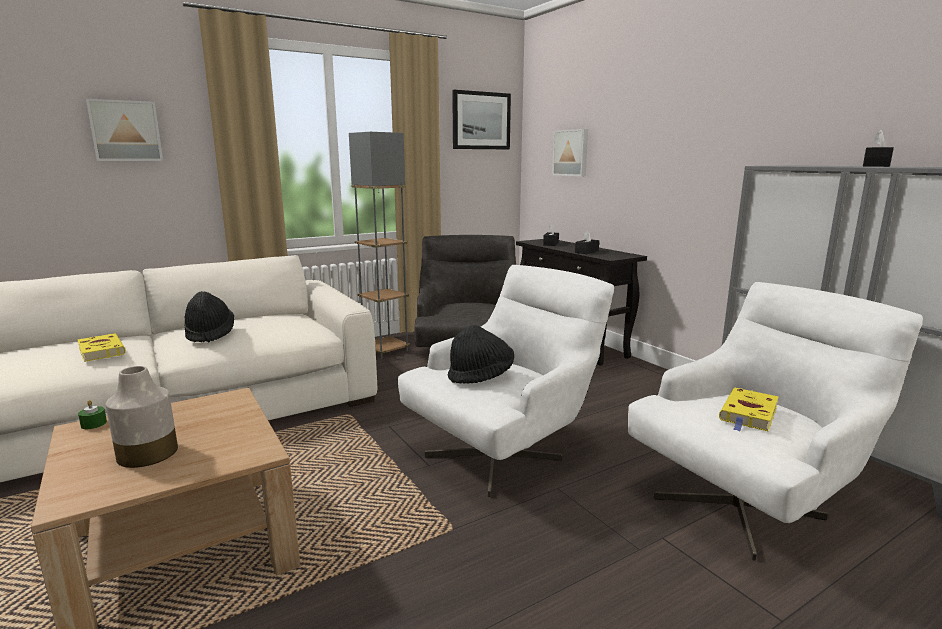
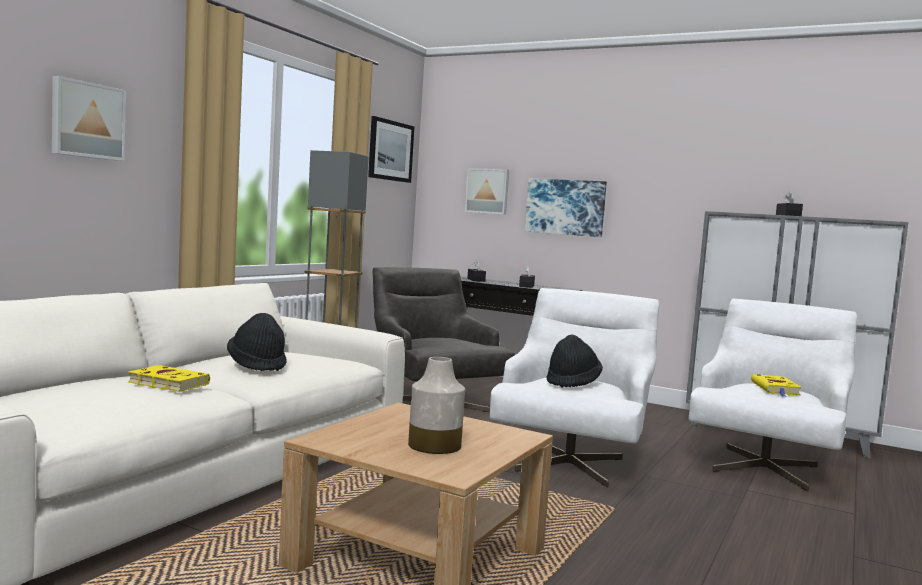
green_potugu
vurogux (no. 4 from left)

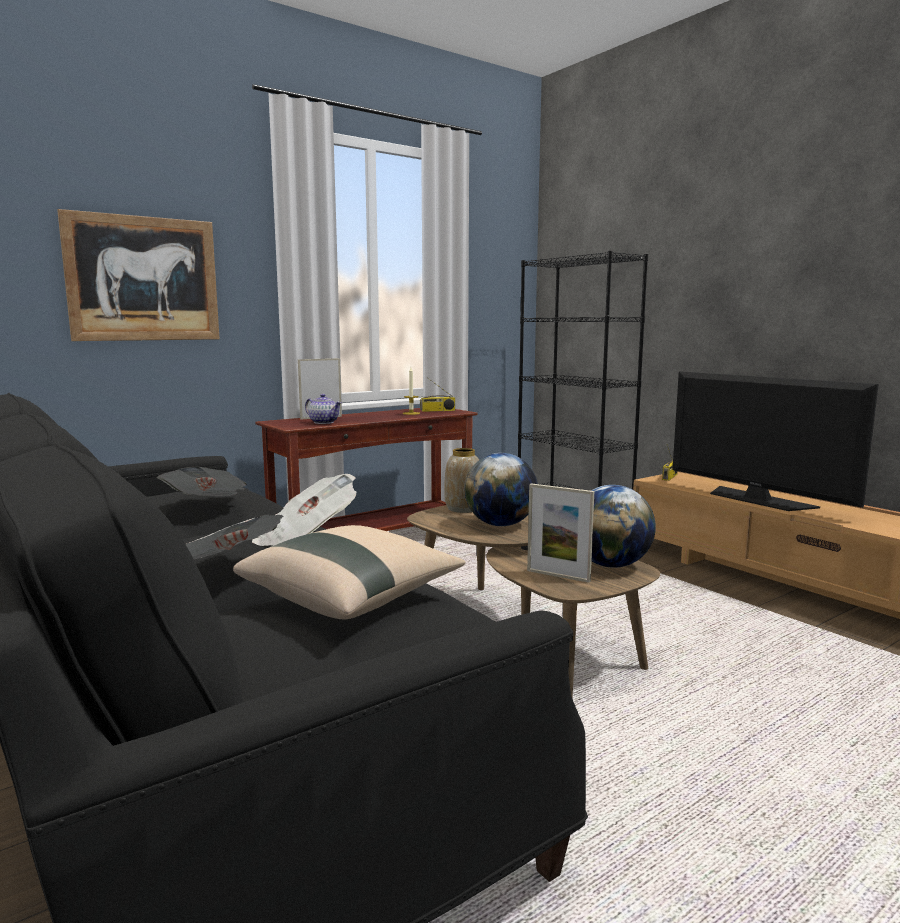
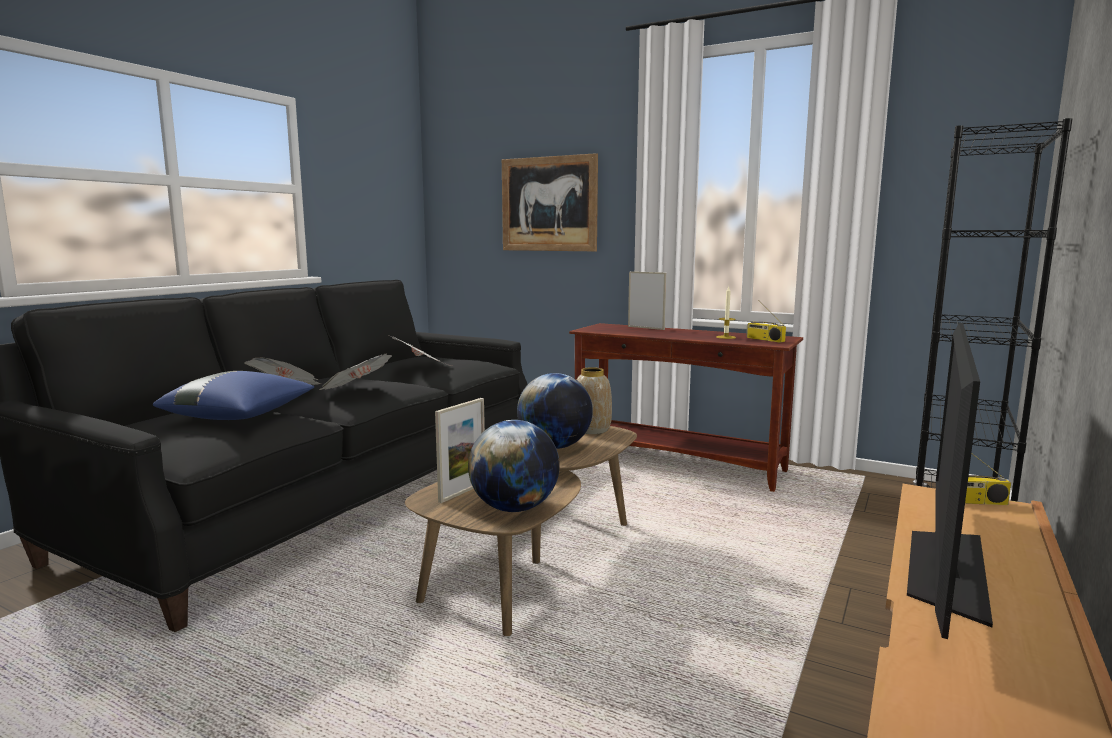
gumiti
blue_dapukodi
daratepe (no. 1 from left)

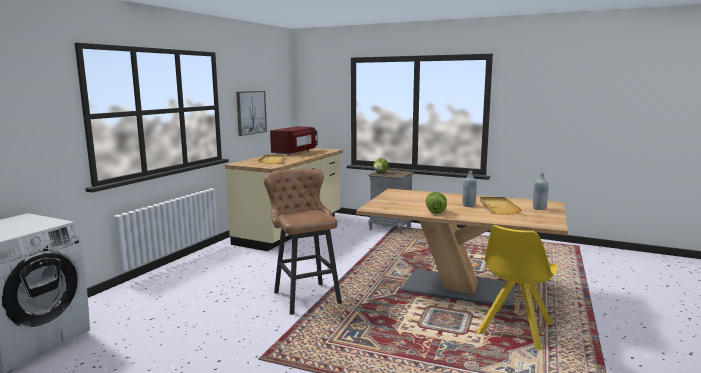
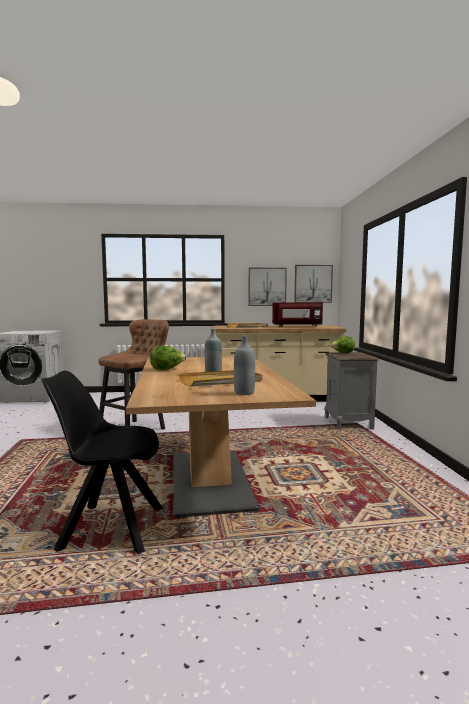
vurogux (no. 2 from left)
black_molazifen

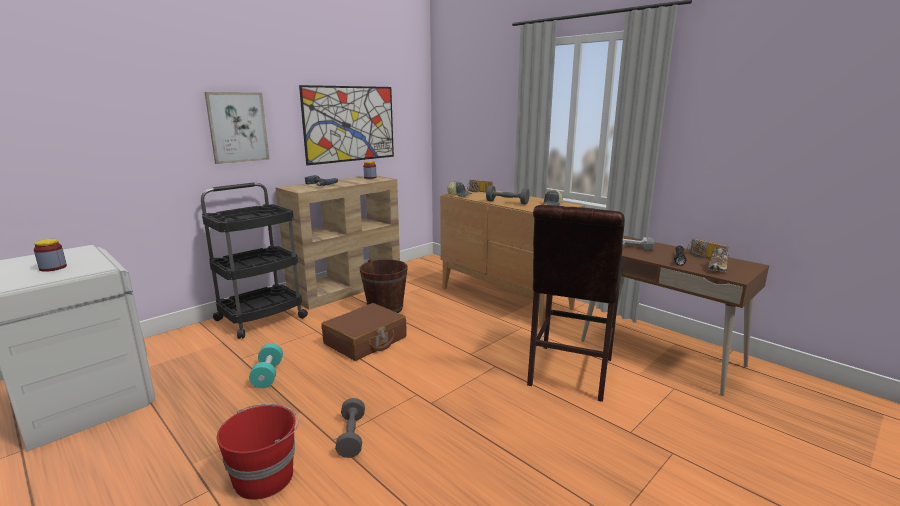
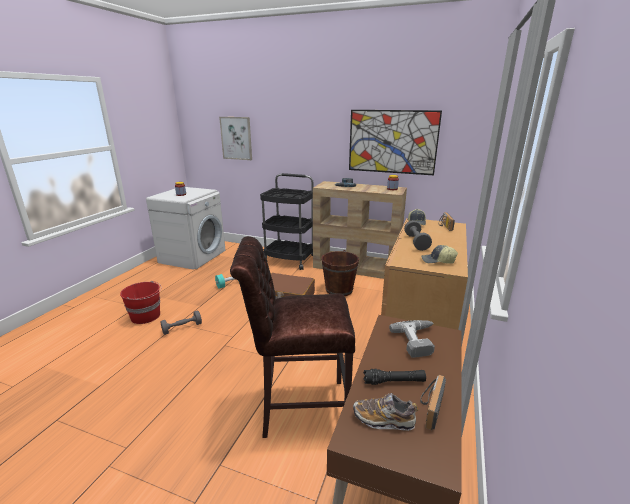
vurogux (no. 1 from left)

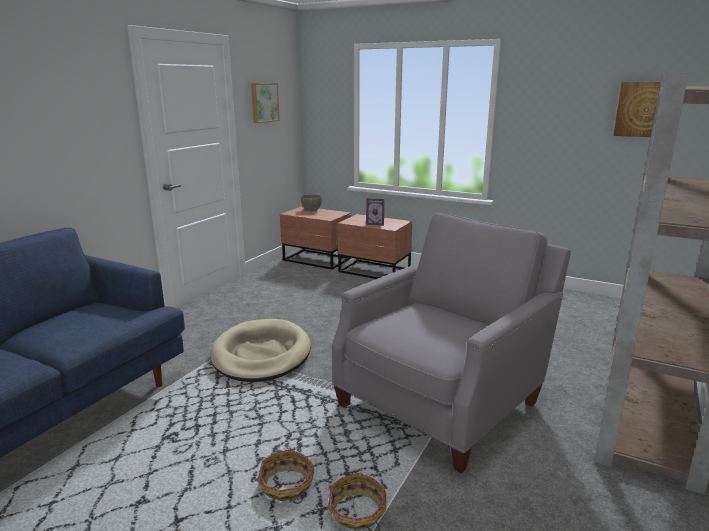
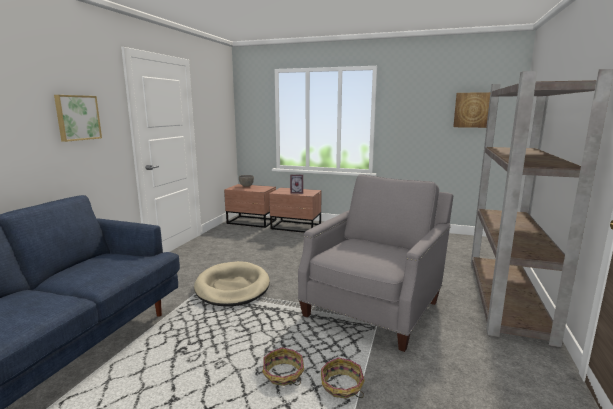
vurogux (no. 1 from left)

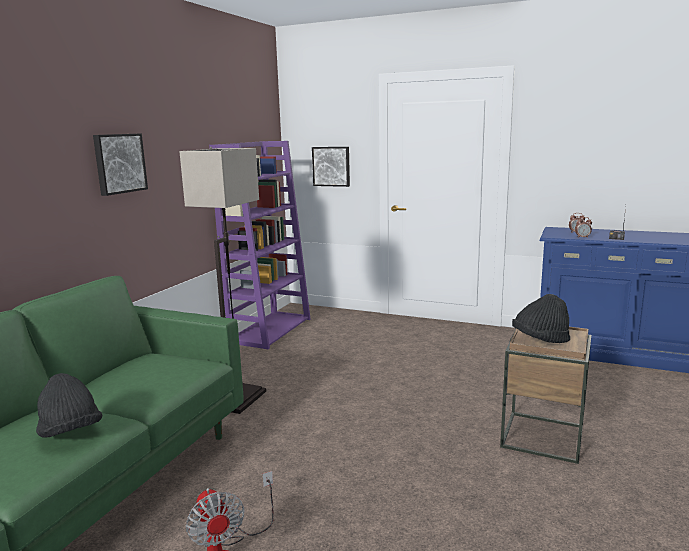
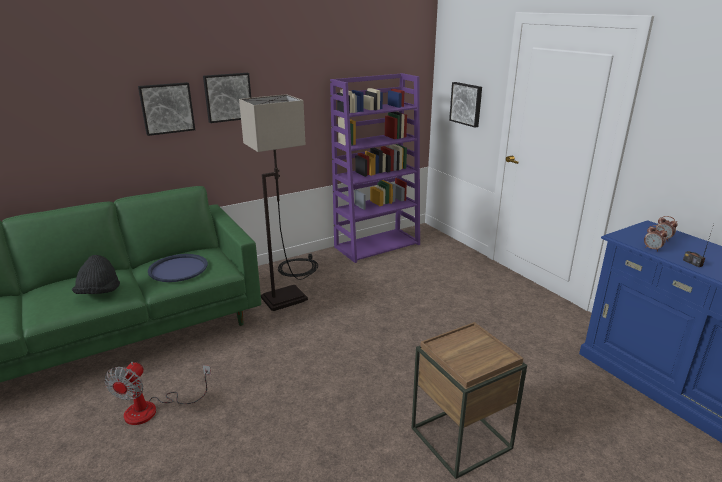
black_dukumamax (no. 2 from left in the first image)
vurogux (no. 1 from left)
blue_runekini

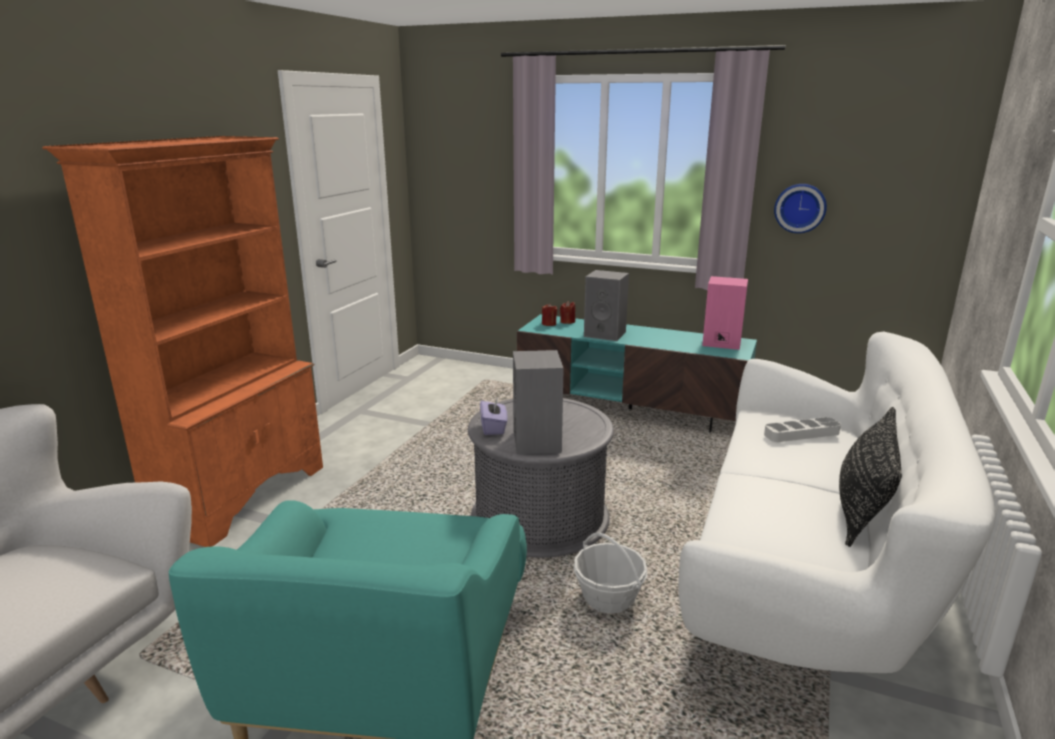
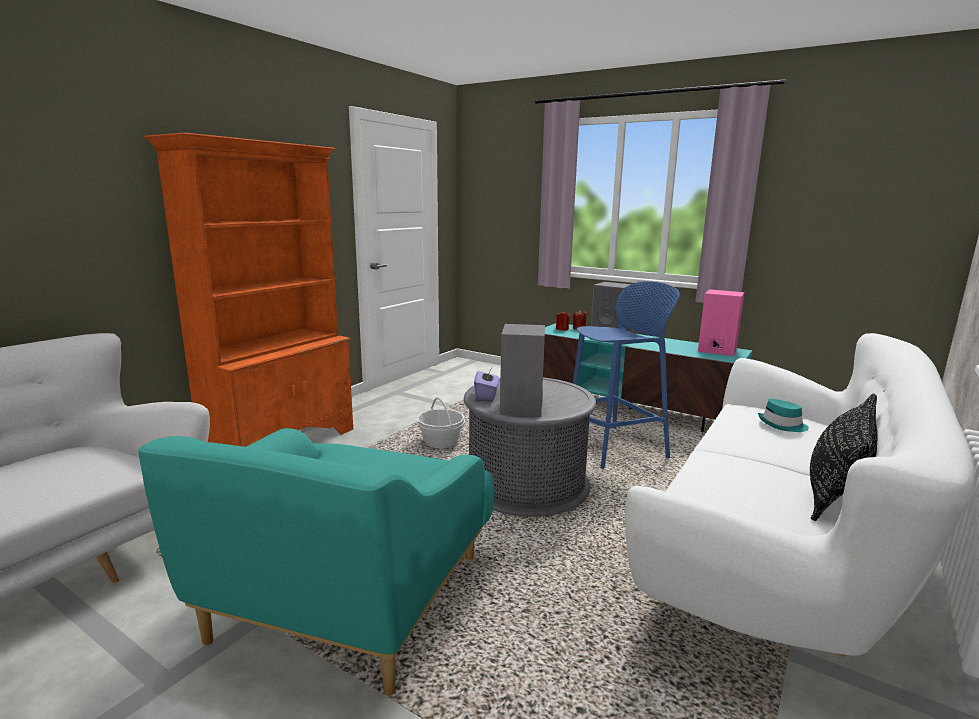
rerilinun
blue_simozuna
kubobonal
turquoise_dukumamax

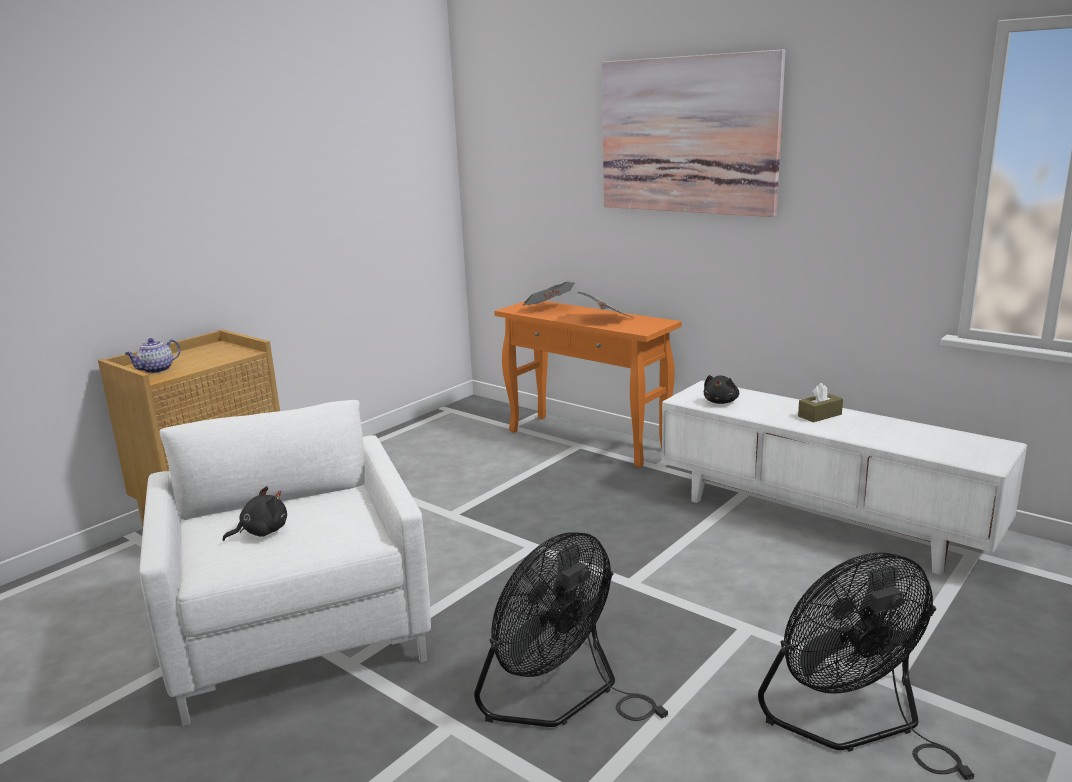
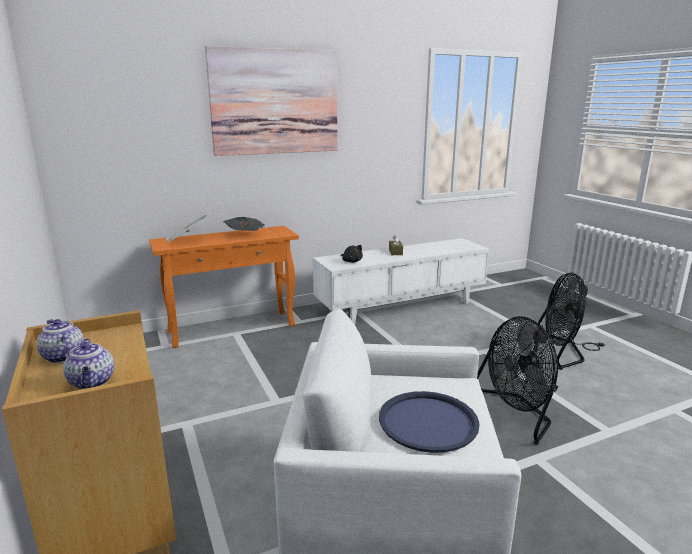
gumiti (no. 1 from left)
blue_runekini

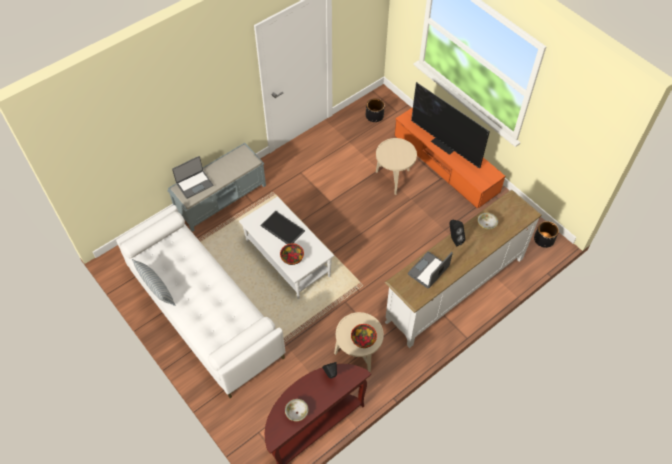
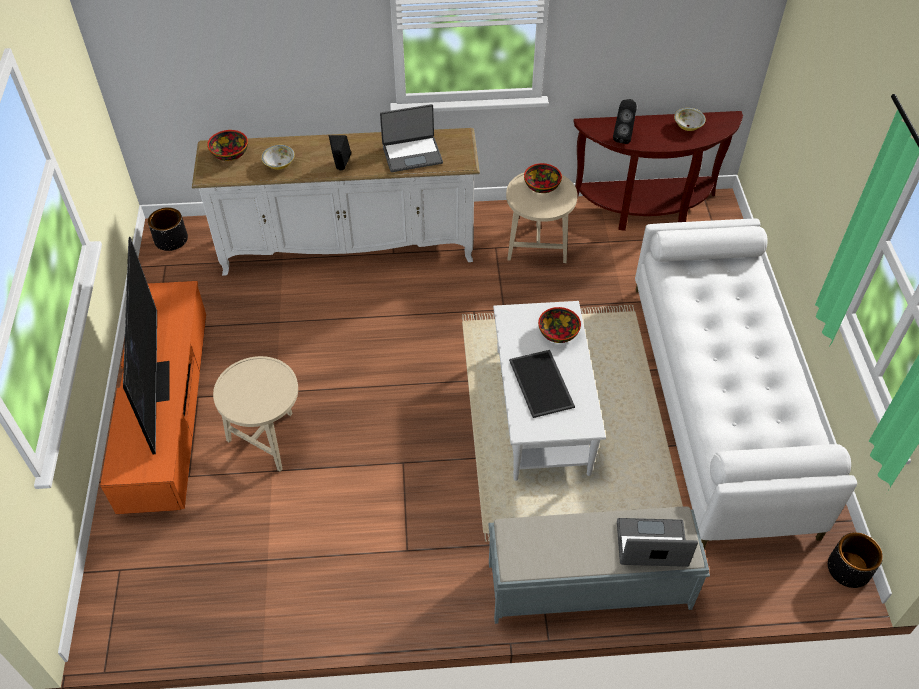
dapukodi
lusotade (no. 1 from left)
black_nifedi (no. 2 from left)

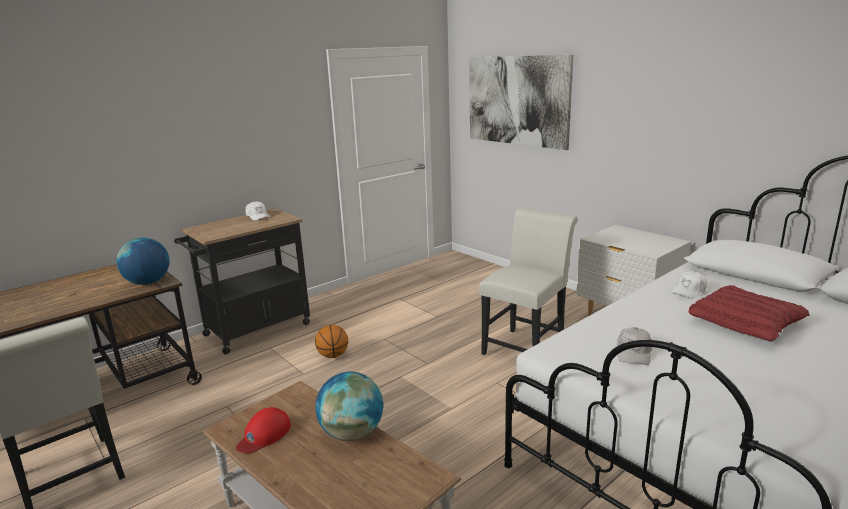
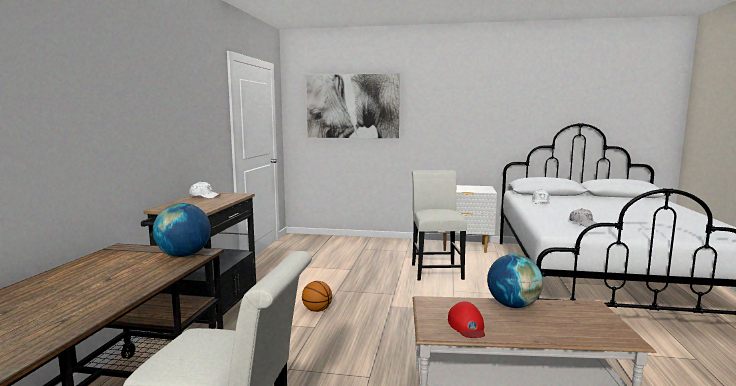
red_dapukodi

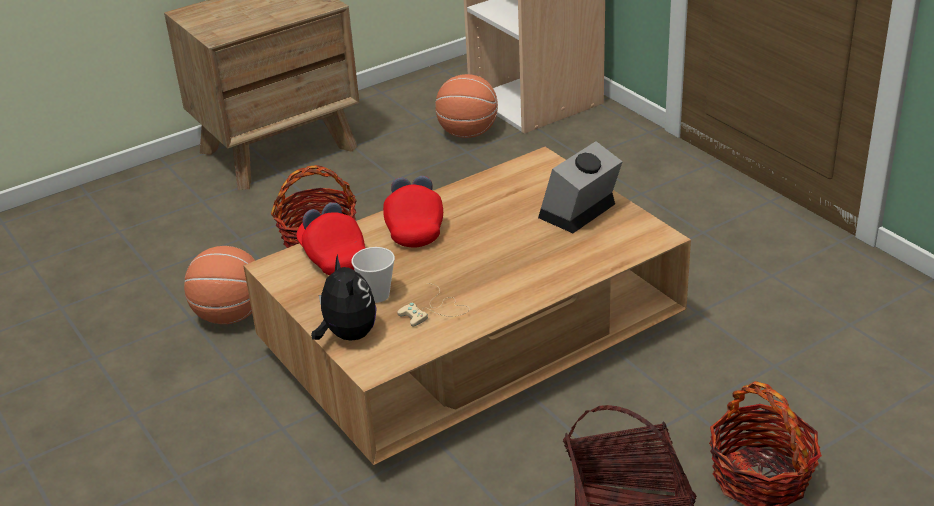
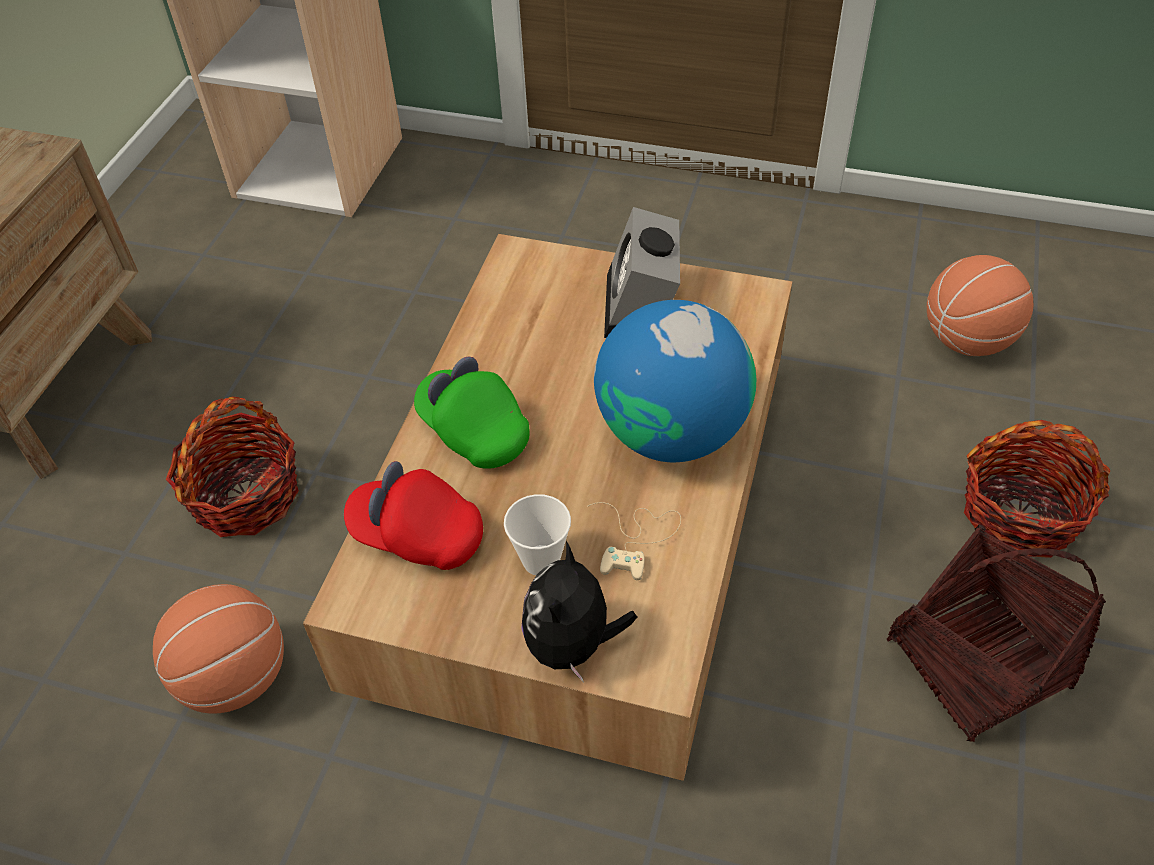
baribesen
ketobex (no. 2 from left)
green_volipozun
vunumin

